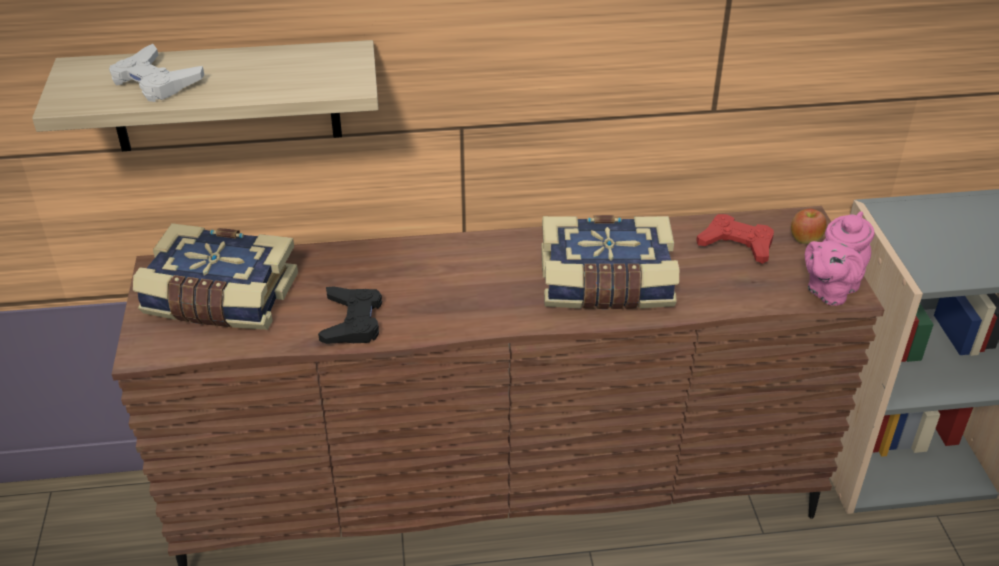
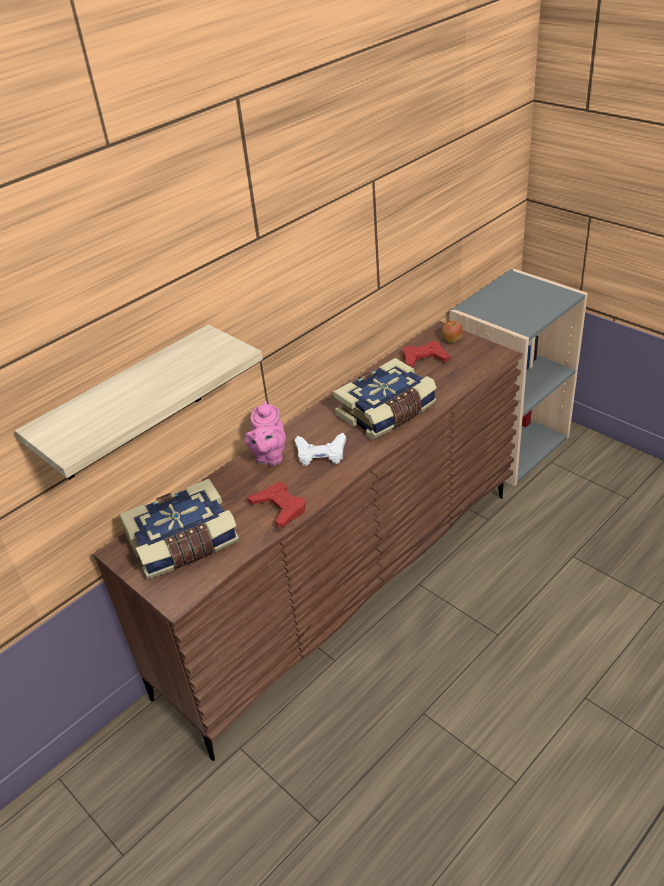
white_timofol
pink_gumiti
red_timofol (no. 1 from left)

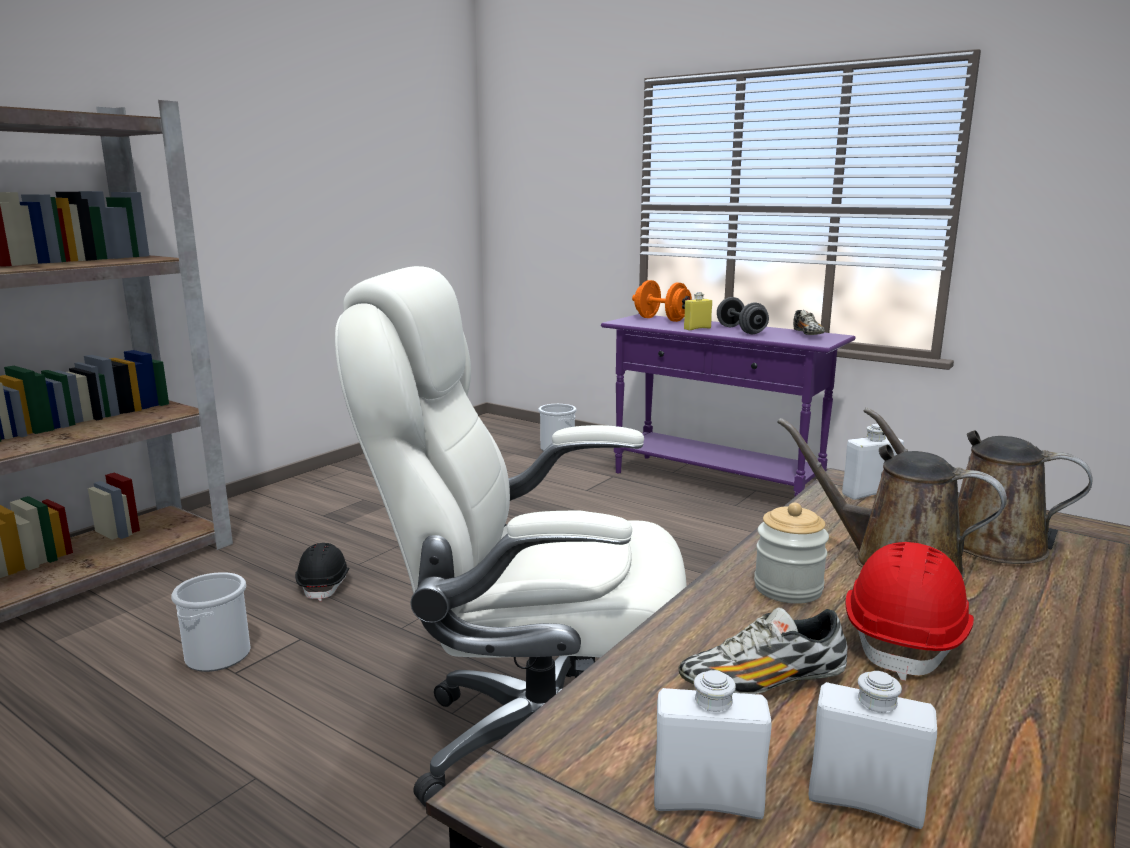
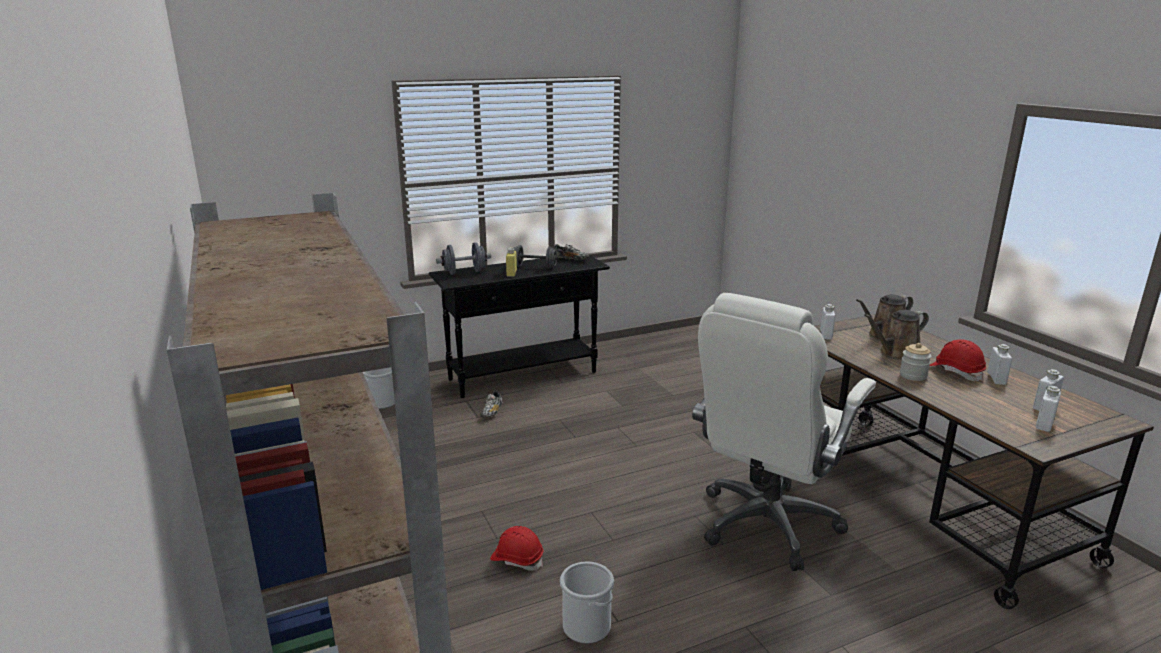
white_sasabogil (no. 2 from left)
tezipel (no. 1 from left)
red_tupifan (no. 1 from left)
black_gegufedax
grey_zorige (no. 1 from left)

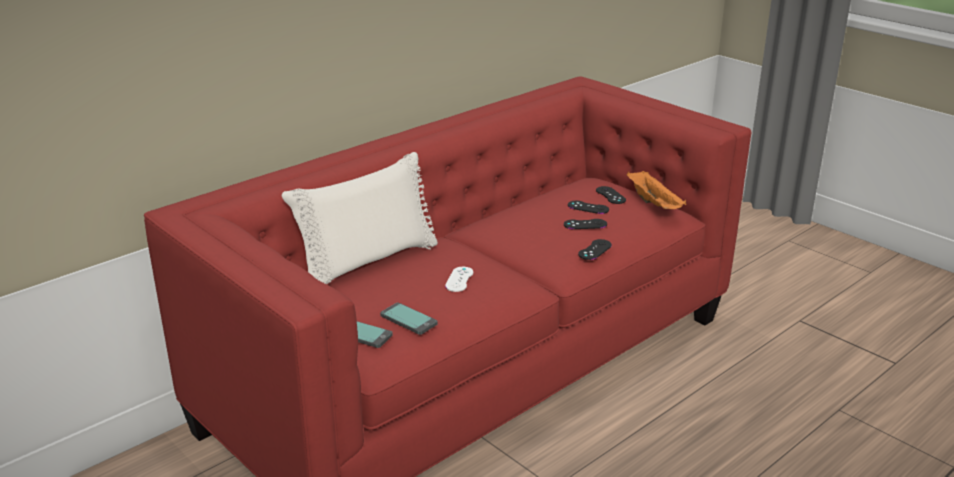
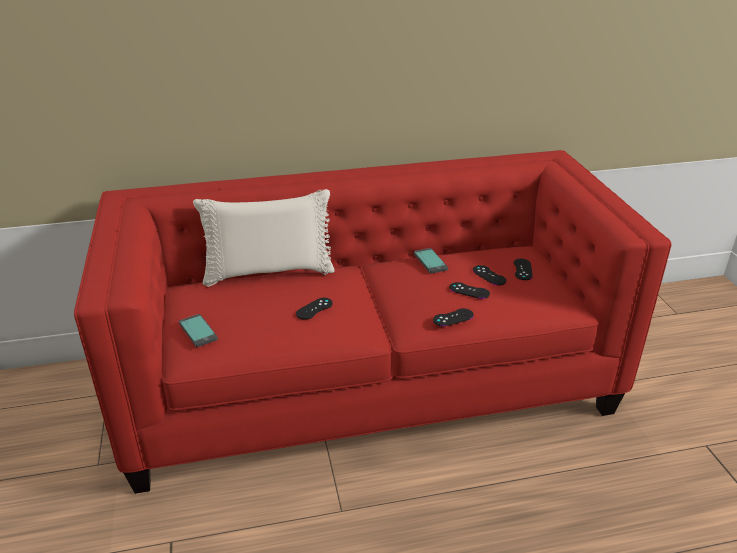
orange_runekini
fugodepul (no. 2 from left)
black_timofol (no. 1 from left)

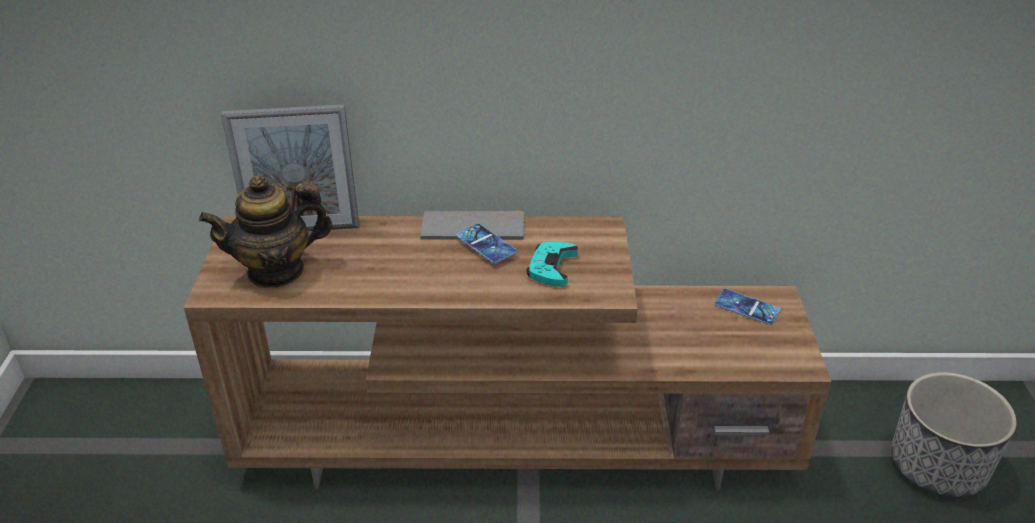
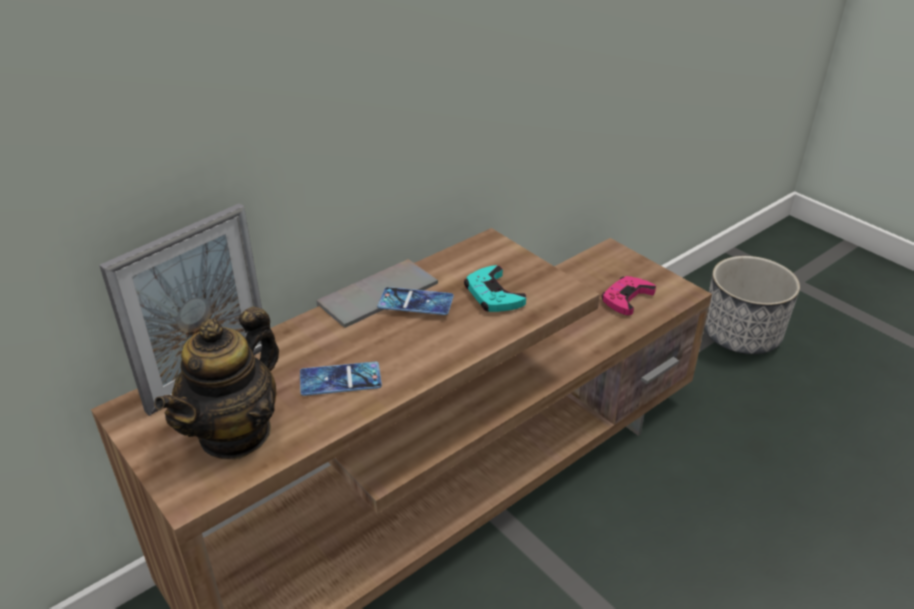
pink_timofol
fugodepul (no. 1 from left)

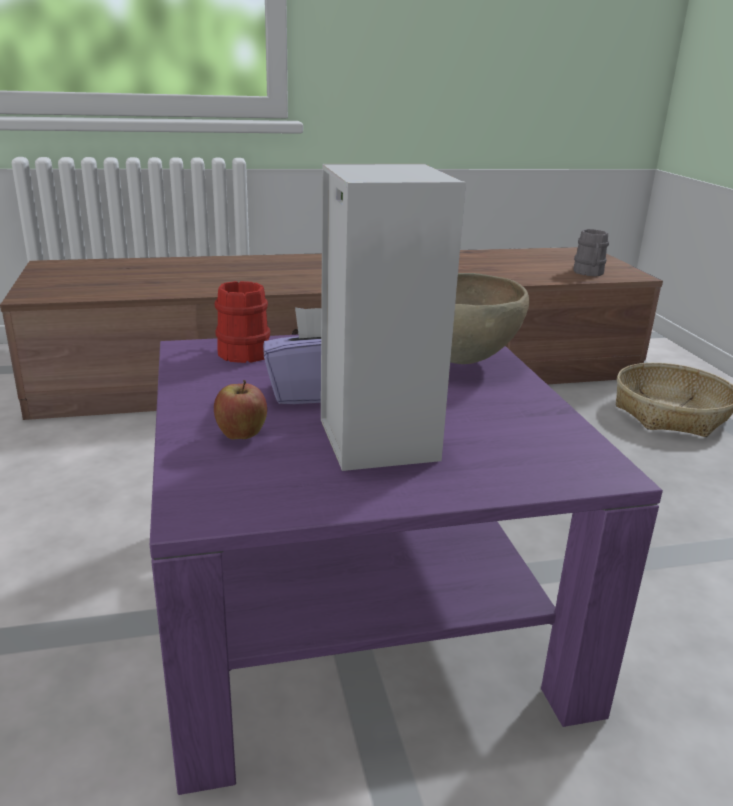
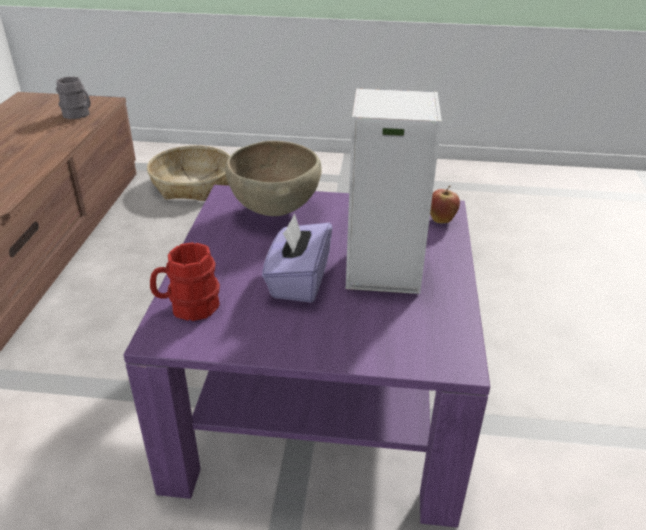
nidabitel

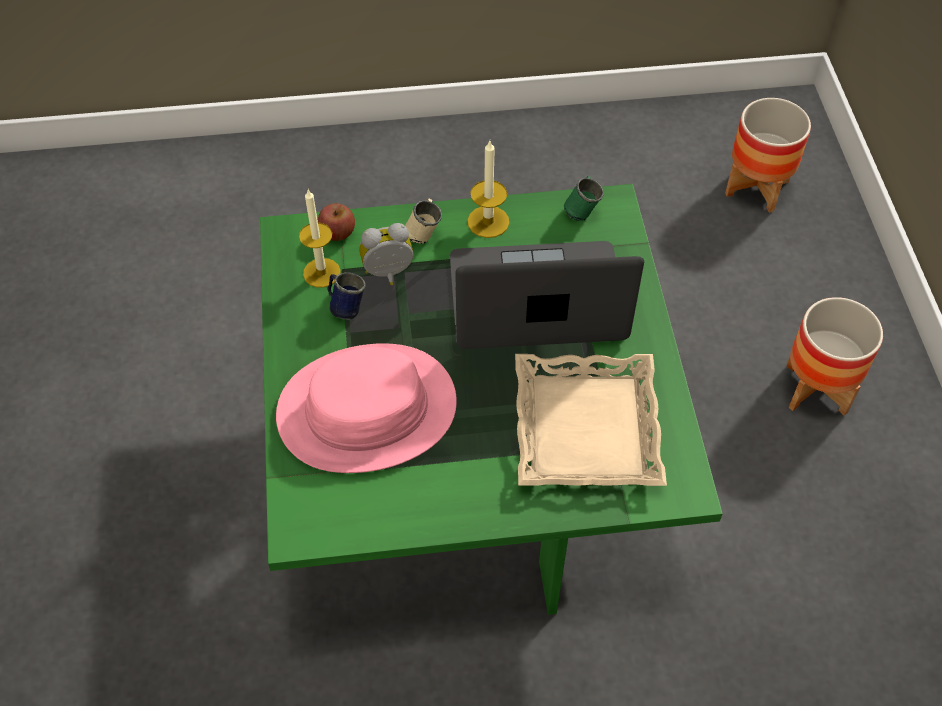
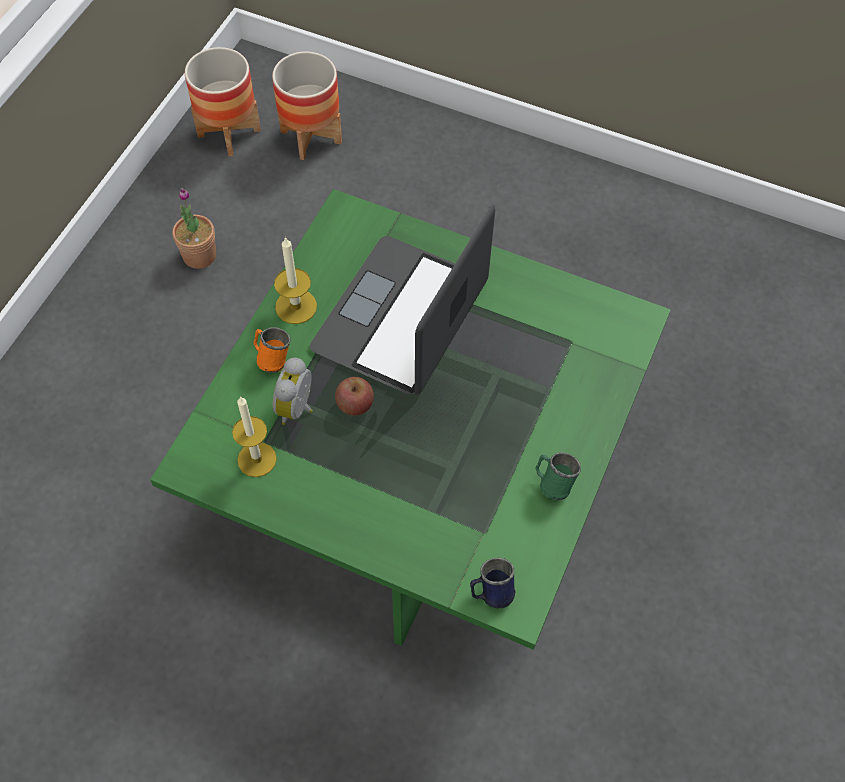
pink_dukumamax
beige_runekini
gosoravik
nidabitel
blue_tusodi
green_tusodi
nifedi (no. 1 from left)
orange_tusodi

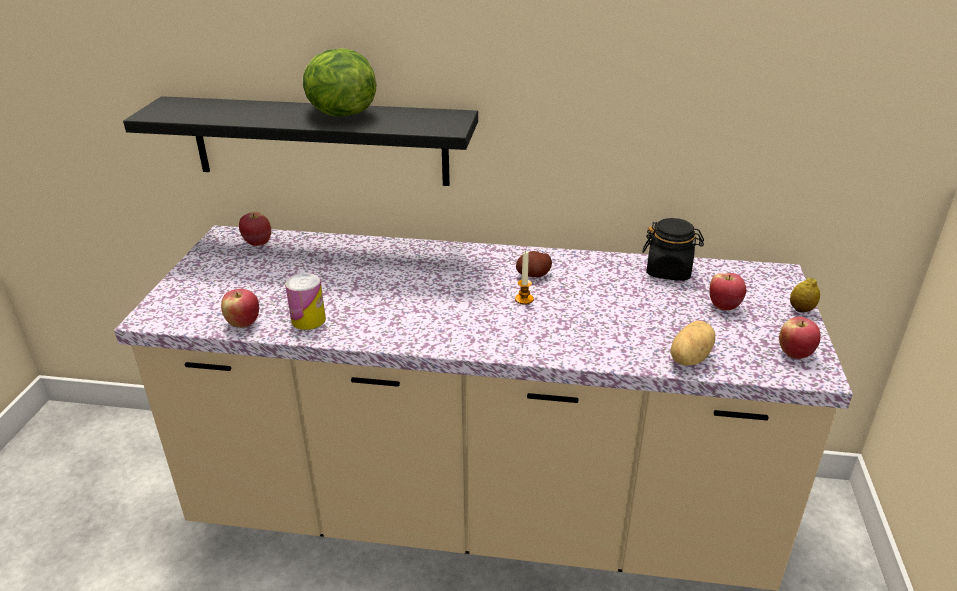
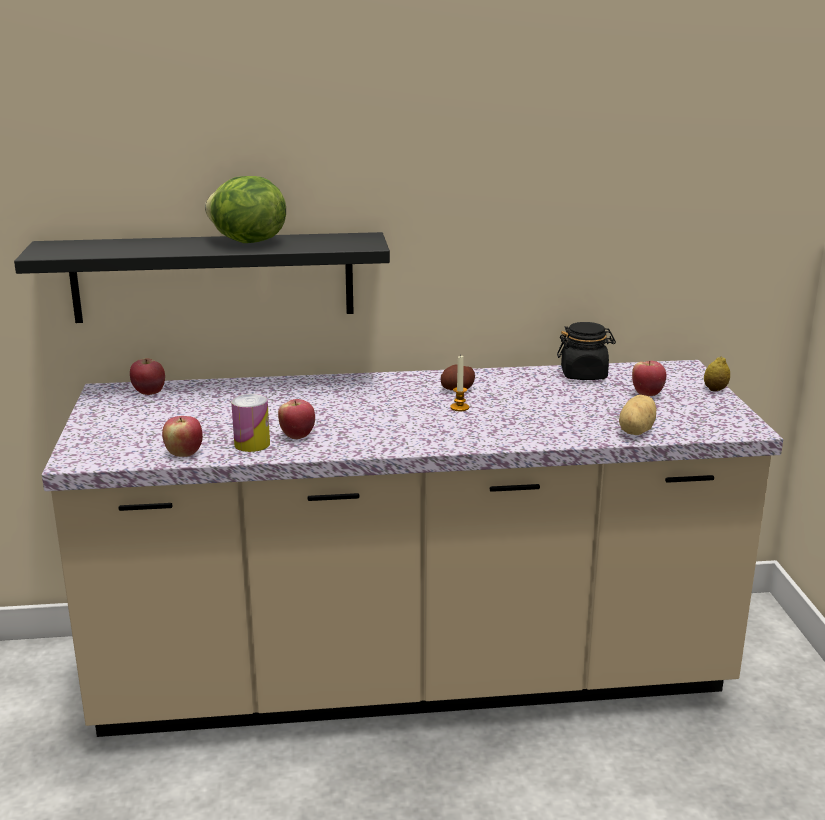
nidabitel (no. 3 from left)

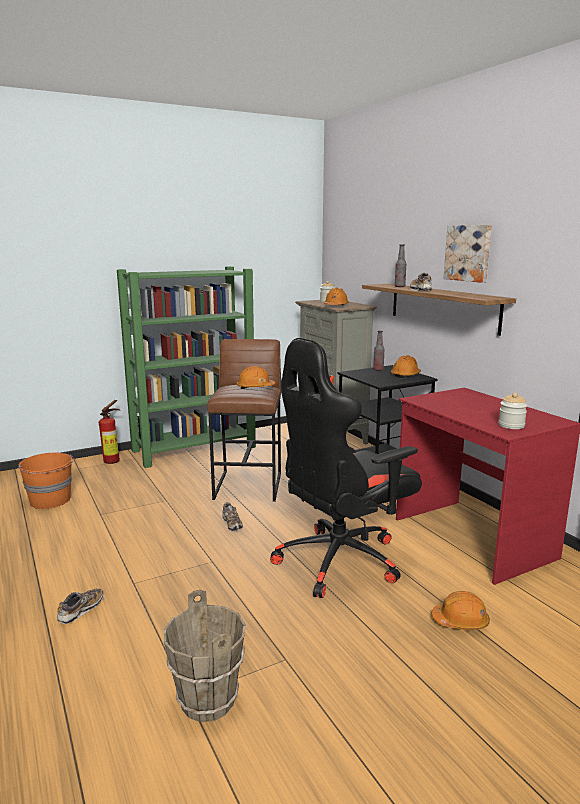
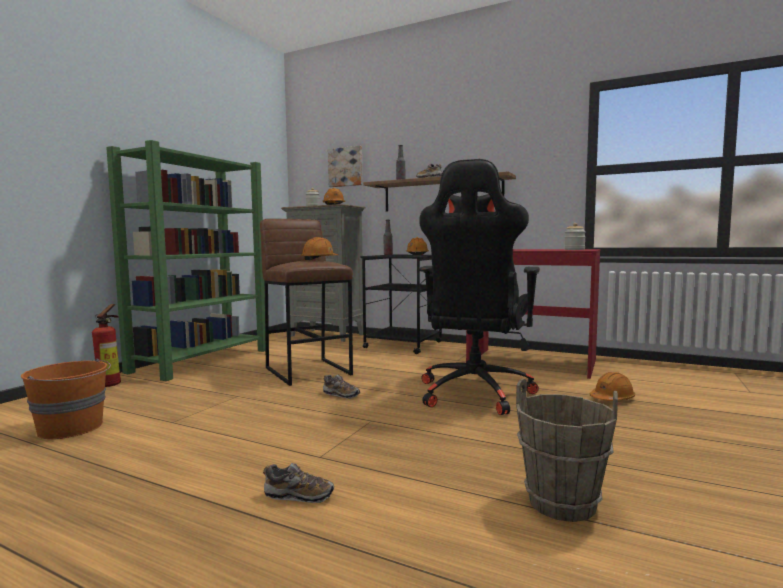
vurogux
tezipel (no. 1 from left)

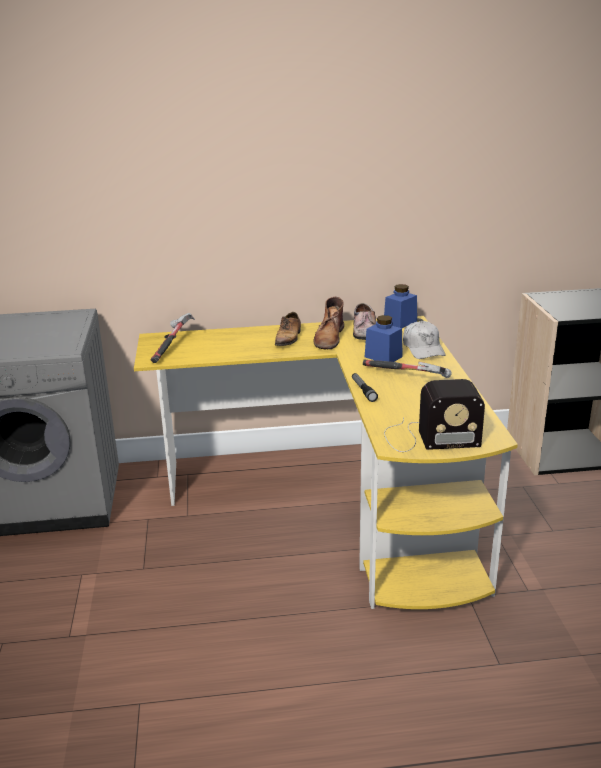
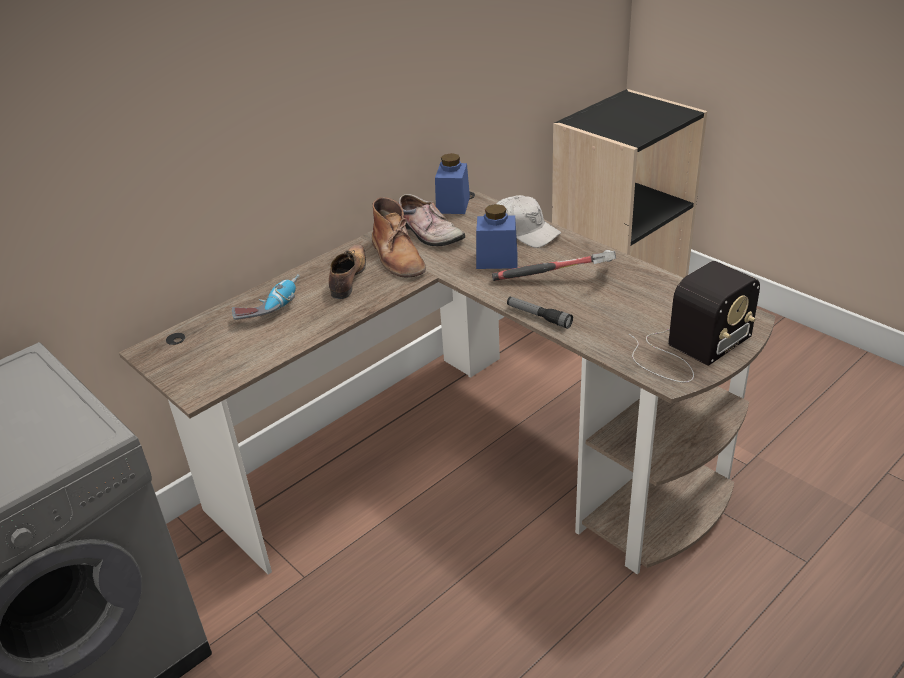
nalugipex (no. 1 from left in the first image)
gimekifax
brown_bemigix
tezipel (no. 1 from left)

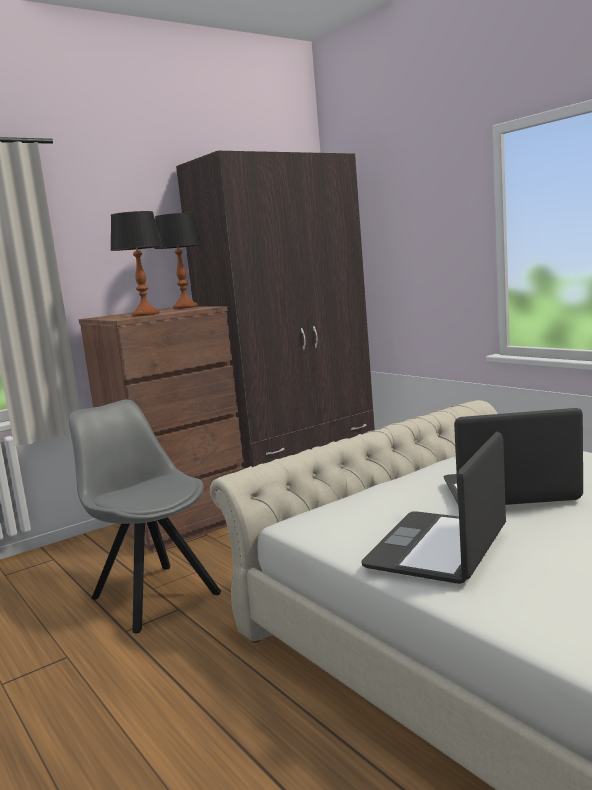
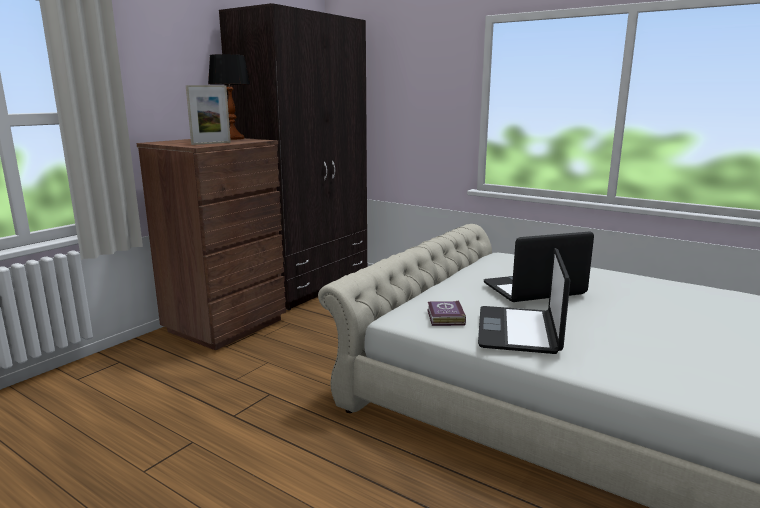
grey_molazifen
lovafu
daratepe

